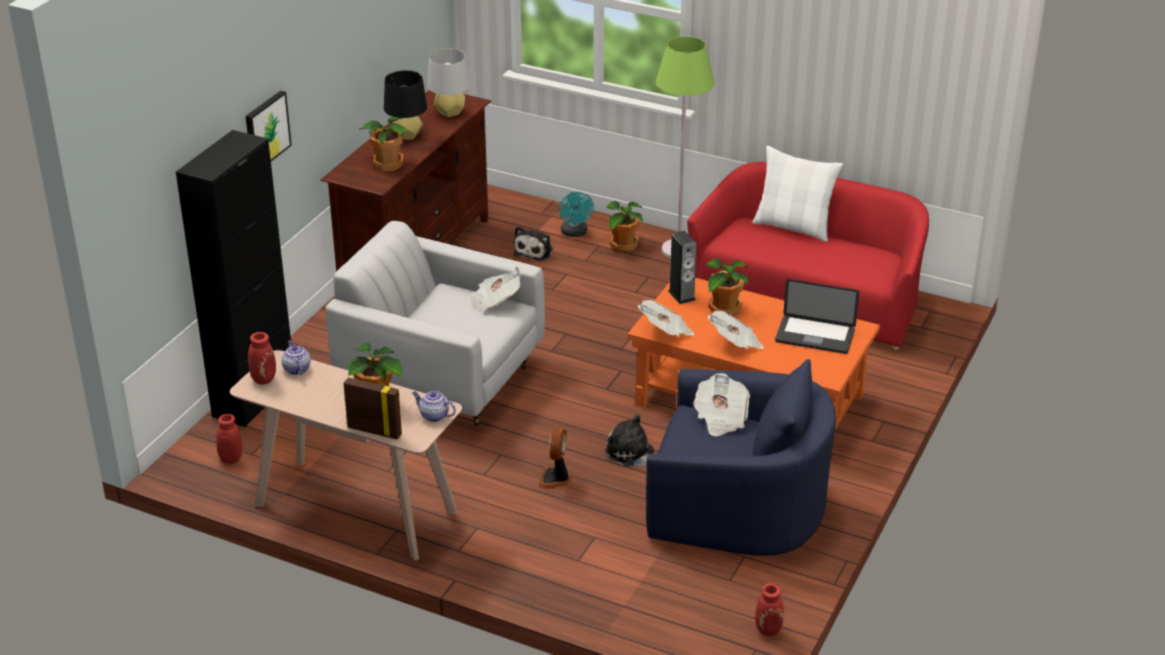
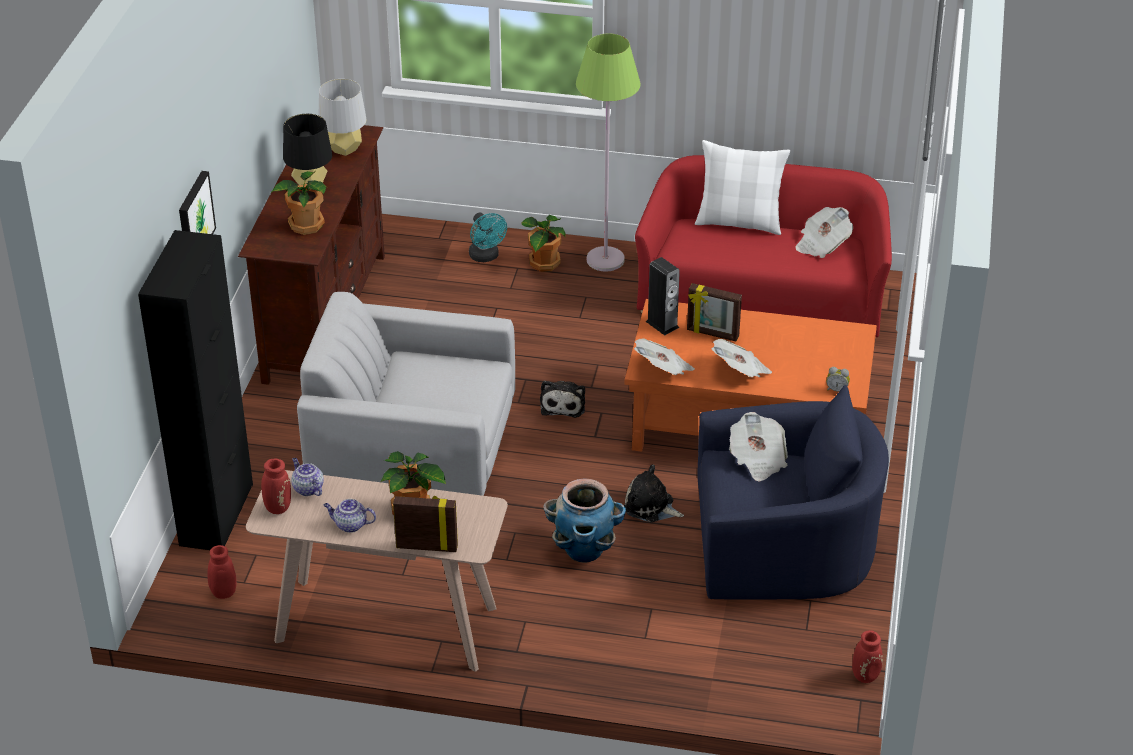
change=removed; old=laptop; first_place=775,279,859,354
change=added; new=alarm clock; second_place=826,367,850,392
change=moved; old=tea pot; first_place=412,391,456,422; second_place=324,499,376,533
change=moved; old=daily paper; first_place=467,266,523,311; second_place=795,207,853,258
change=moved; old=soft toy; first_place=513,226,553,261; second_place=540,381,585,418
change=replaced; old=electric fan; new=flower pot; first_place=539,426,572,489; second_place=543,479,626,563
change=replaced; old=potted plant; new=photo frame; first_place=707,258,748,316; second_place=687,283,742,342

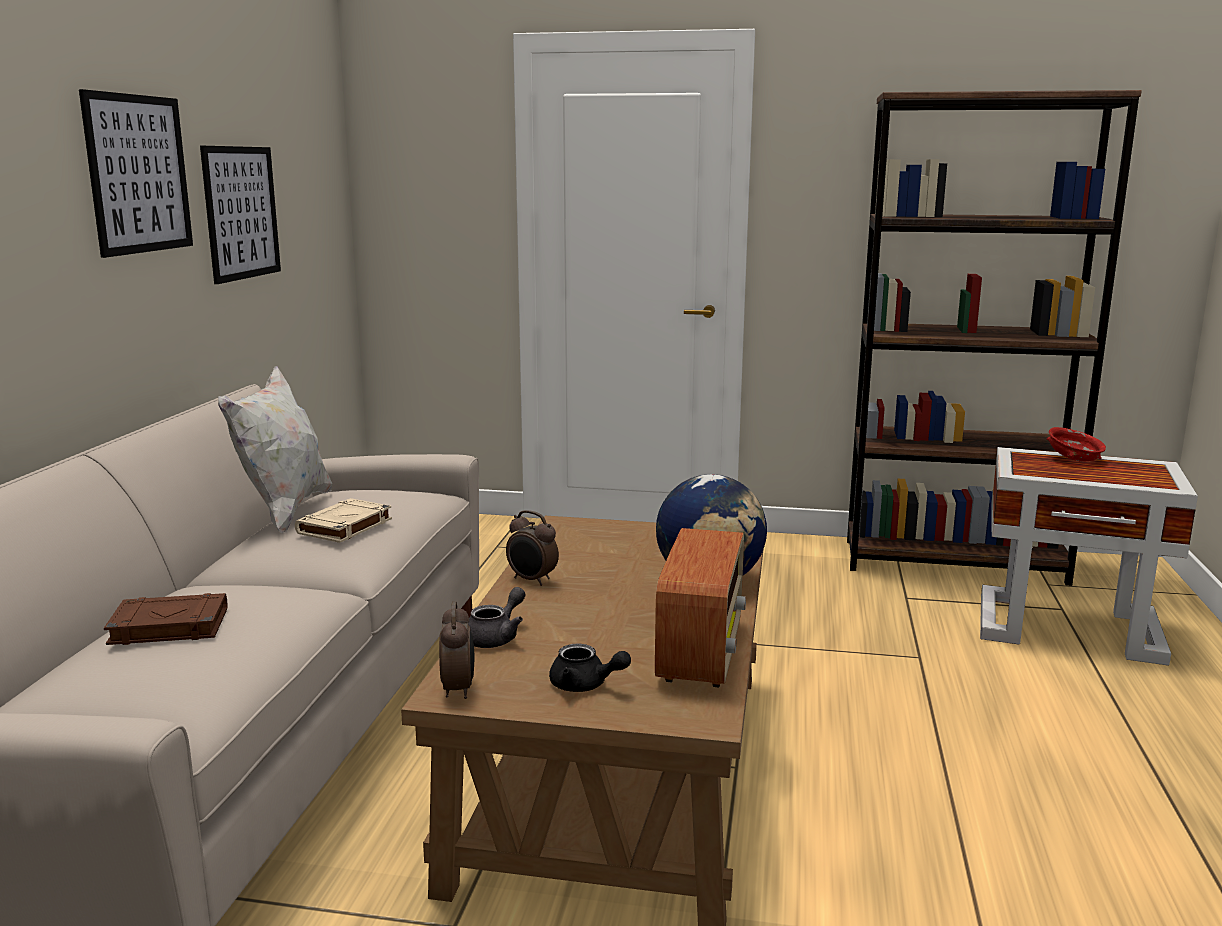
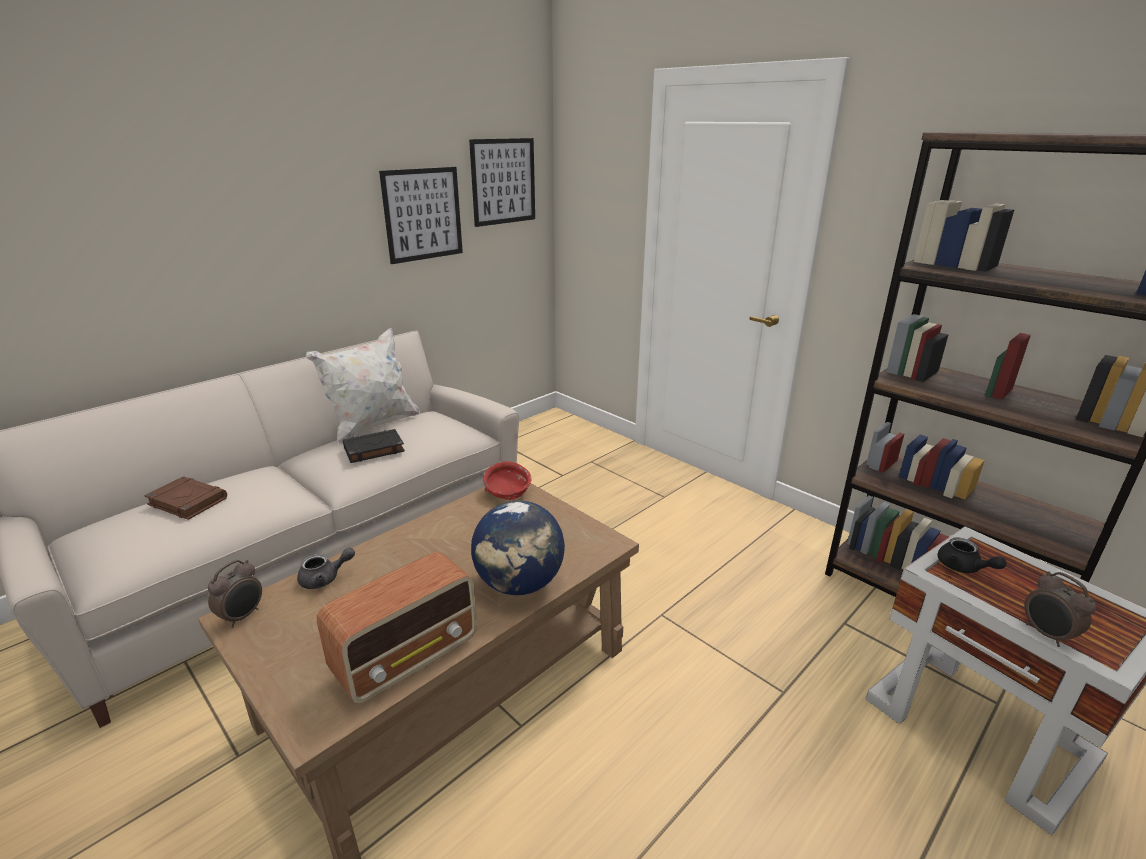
change=moved; old=wall art; first_place=79,89,193,258; second_place=469,138,535,227
change=moved; old=alarm clock; first_place=506,510,559,586; second_place=1024,571,1096,647
change=moved; old=tea pot (black-coloured); first_place=549,644,631,692; second_place=937,537,1007,573
change=moved; old=bowl (red); first_place=1047,427,1106,462; second_place=483,461,532,500
change=recoloured; old=book (beige); new=book (black-coloured); first_place=295,498,392,543; second_place=343,429,405,463

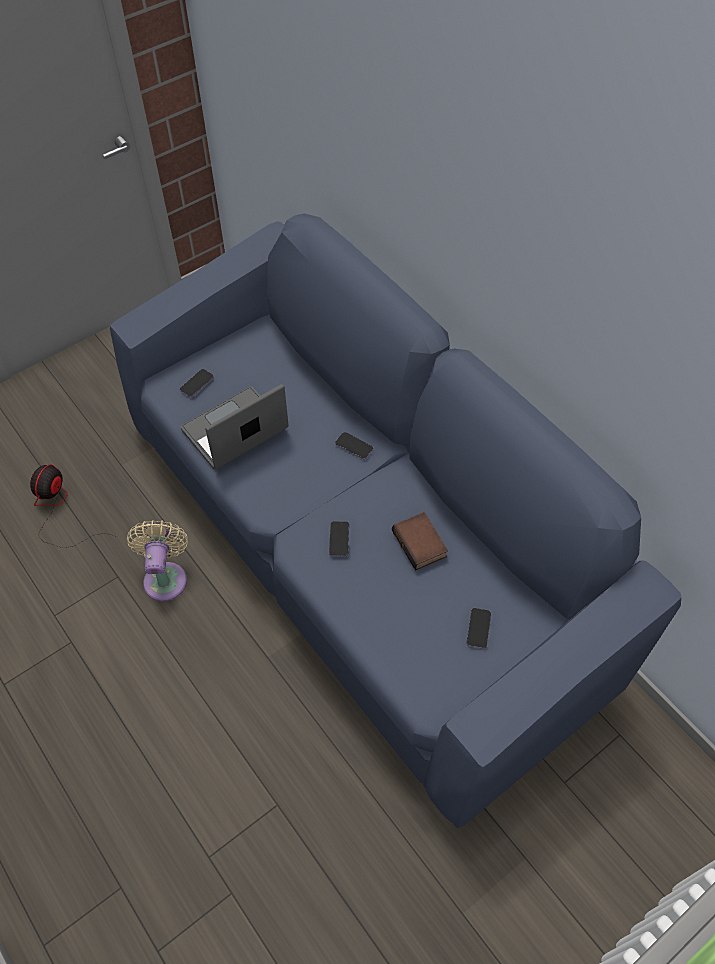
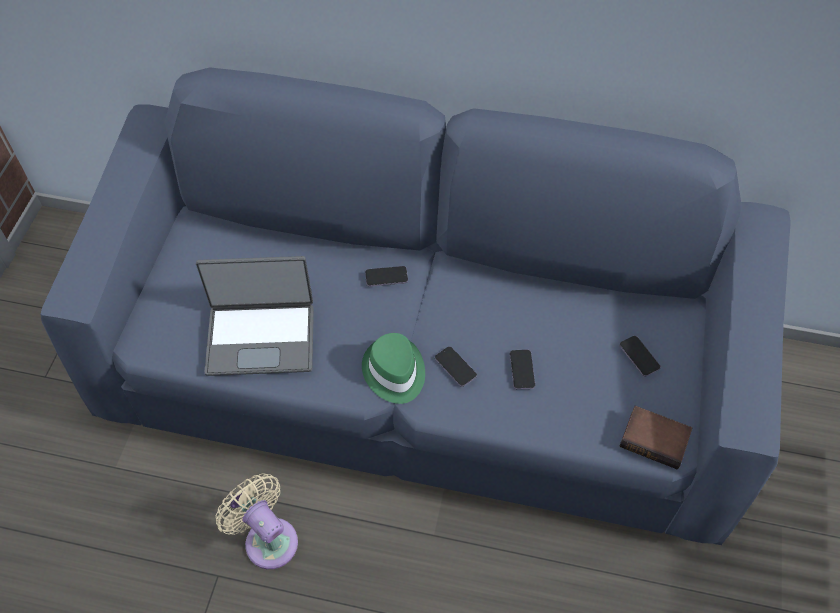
change=removed; old=electric fan; first_place=30,465,117,548
change=added; new=clothing hat (green); second_place=362,333,425,404
change=moved; old=telephone; first_place=180,369,214,397; second_place=510,350,535,390
change=moved; old=book; first_place=392,512,448,570; second_place=620,406,692,469
change=turned; old=laptop; first_place=181,384,289,470; second_place=196,256,314,376; degrees=-105

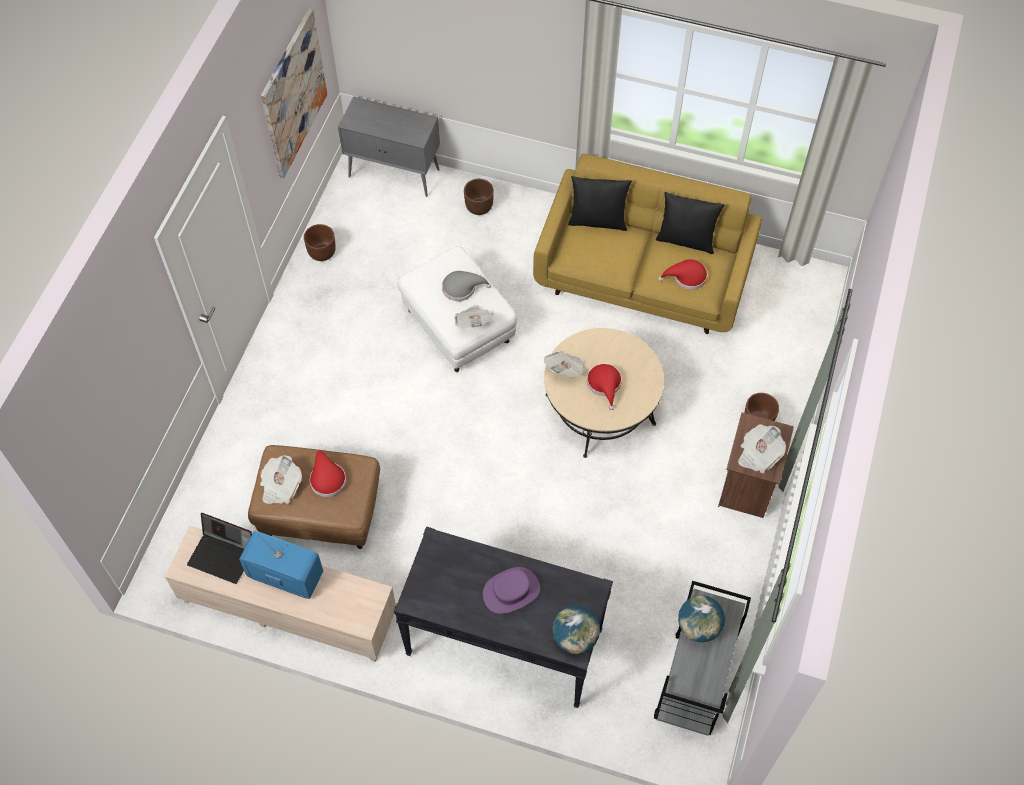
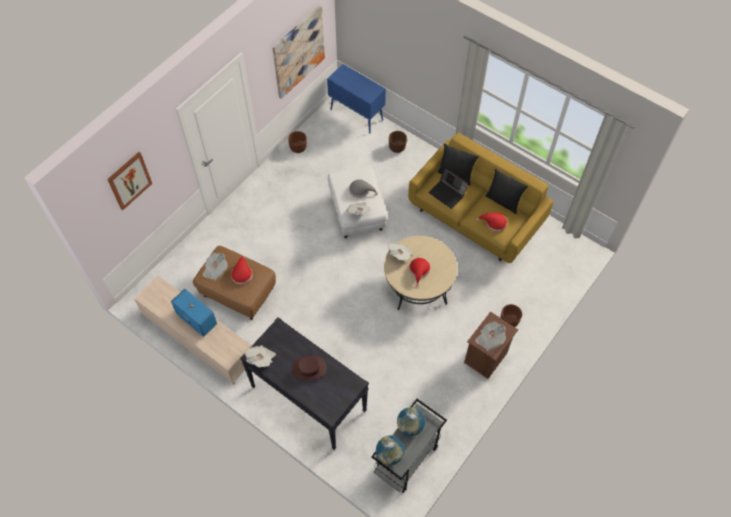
change=added; new=wall art; second_place=107,152,152,210
change=added; new=daily paper; second_place=245,345,276,367
change=moved; old=laptop; first_place=187,513,252,584; second_place=428,167,468,209
change=moved; old=globe; first_place=553,606,600,654; second_place=376,436,405,465
change=recoloured; old=storage cabinet (greyish); new=storage cabinet (bluish); first_place=338,96,440,197; second_place=327,64,386,134
change=recoloured; old=clothing hat (purplish); new=clothing hat (brownish); first_place=483,567,540,614; second_place=292,356,327,380

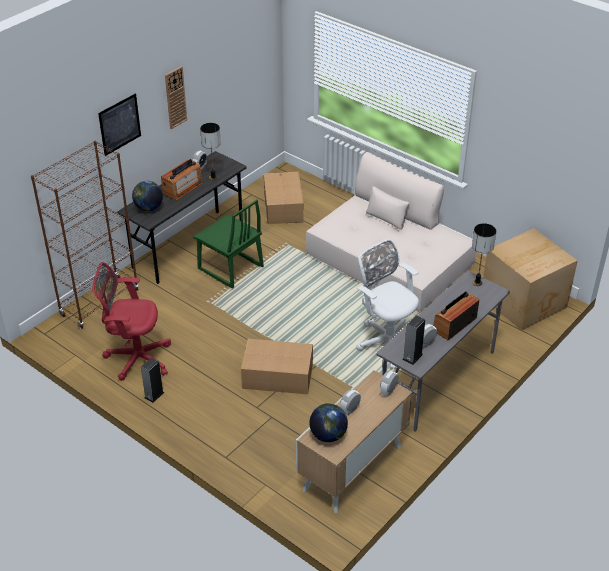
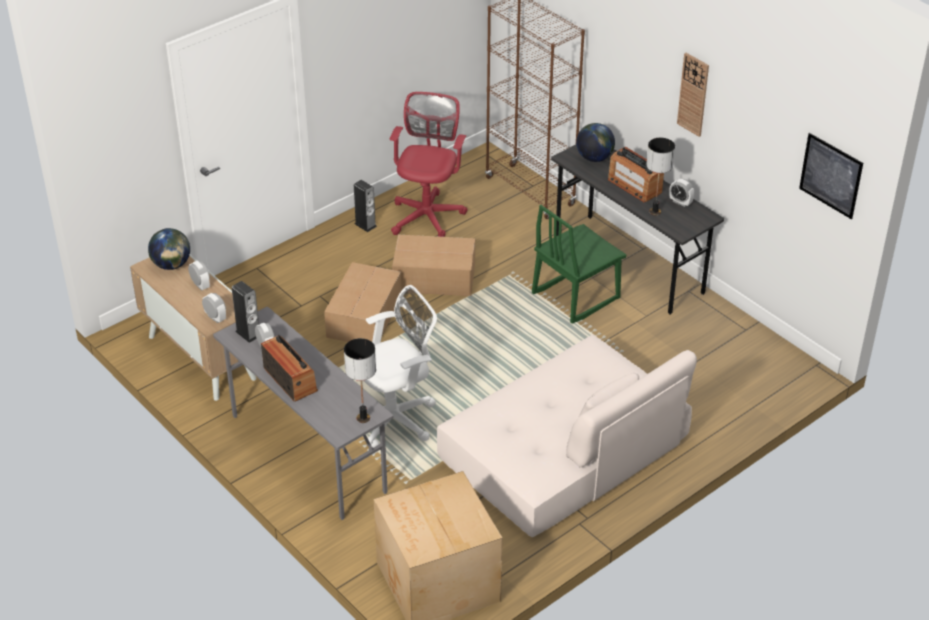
change=moved; old=wall art; first_place=98,94,141,155; second_place=799,133,863,219
change=moved; old=packing box; first_place=264,172,304,224; second_place=392,235,475,296

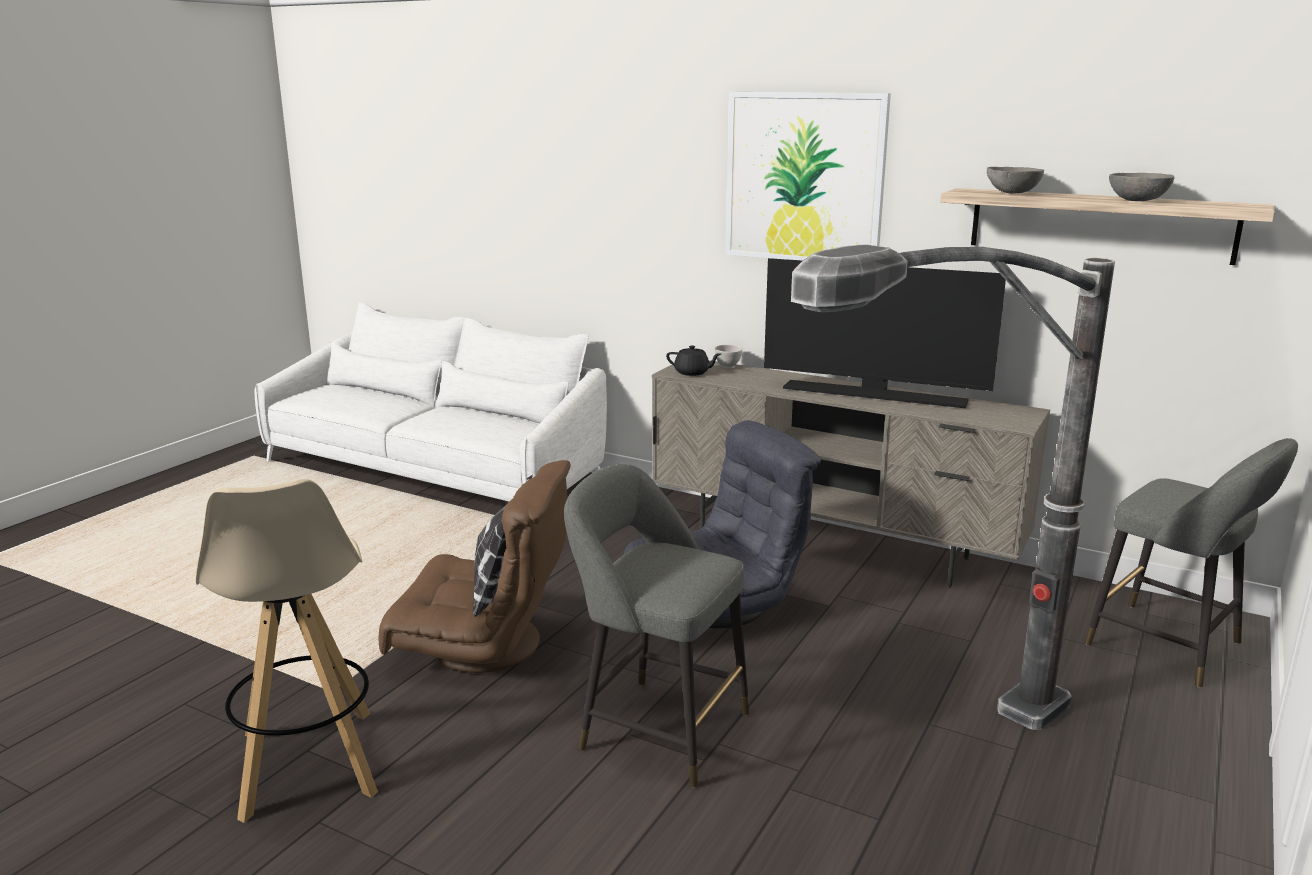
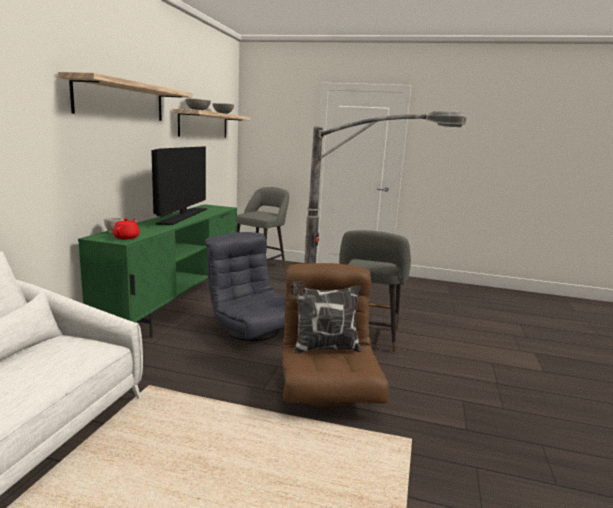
change=removed; old=stool (beige); first_place=196,479,378,823
change=replaced; old=wall art; new=shelf; first_place=725,92,891,261; second_place=58,72,193,121
change=recoloured; old=tv unit (beige); new=tv unit (green); first_place=652,360,1050,588; second_place=78,204,237,338
change=recoloured; old=tea pot (black-coloured); new=tea pot (red); first_place=666,345,721,376; second_place=113,218,140,239

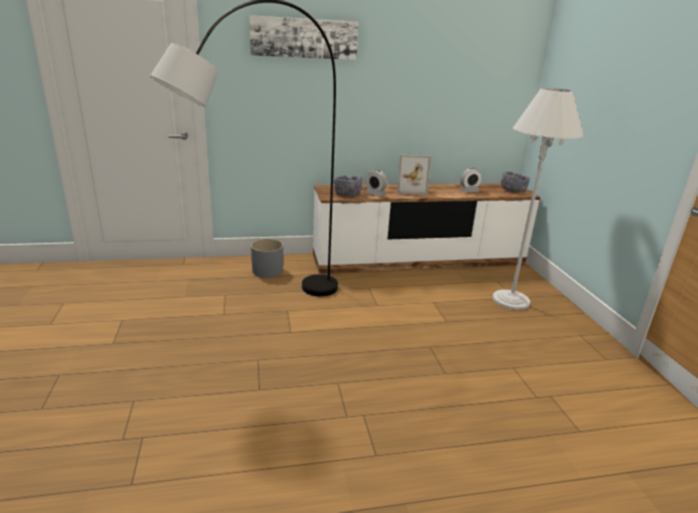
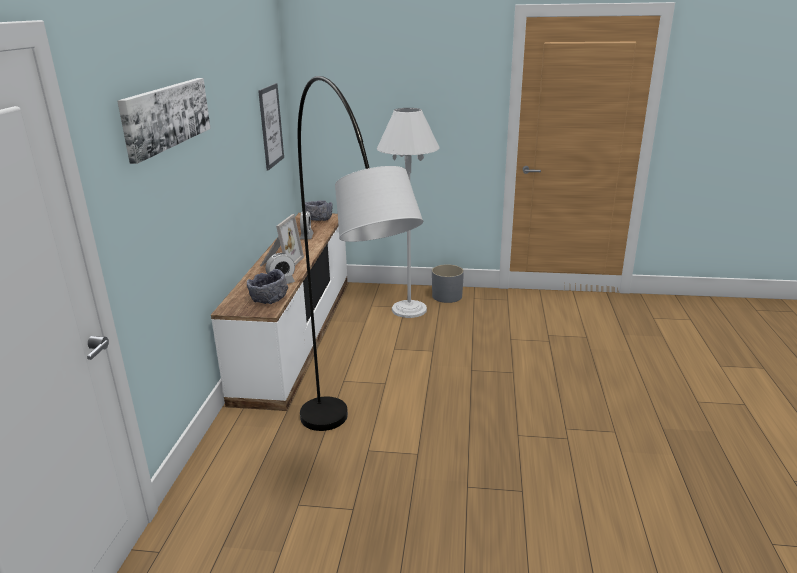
change=added; new=wall art; second_place=258,83,284,170
change=moved; old=flower pot (greyish); first_place=251,239,283,278; second_place=432,264,464,303

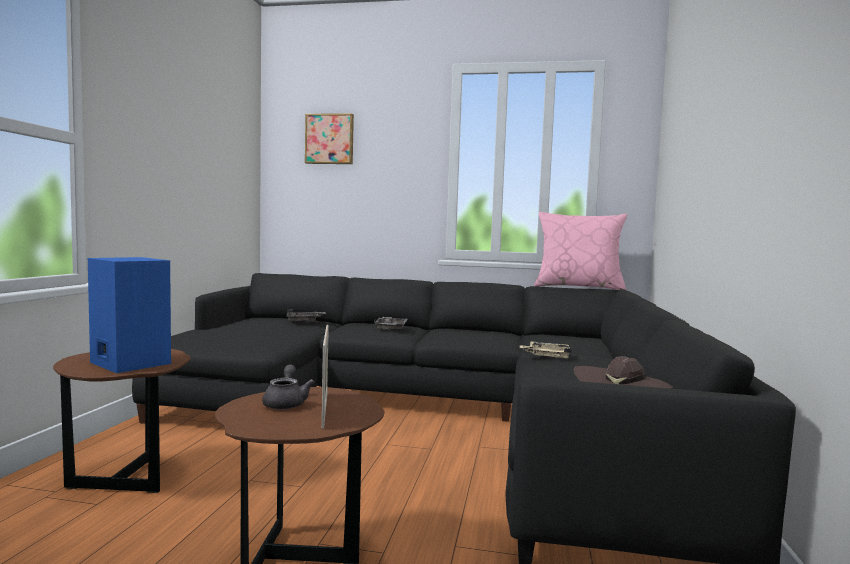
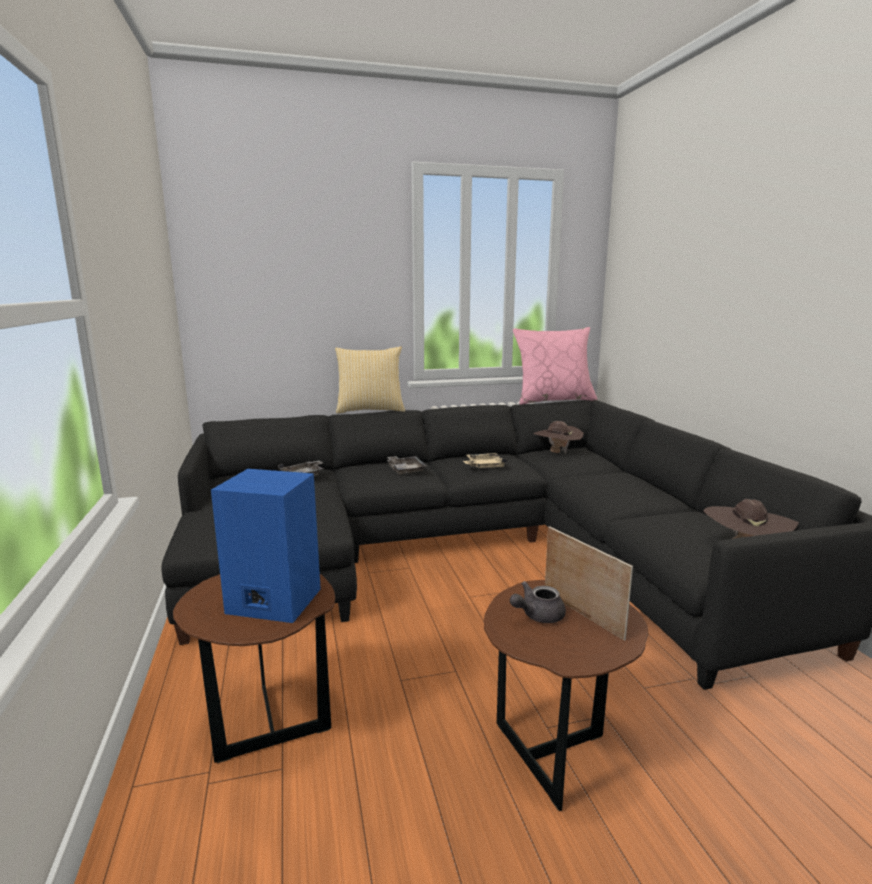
change=removed; old=wall art; first_place=305,113,354,164
change=added; new=pillow; second_place=335,347,405,414
change=added; new=clothing hat (brownish); second_place=534,421,583,454
change=moved; old=carrying tray (beige); first_place=520,341,572,358; second_place=463,453,507,468
change=turned; old=tea pot (greyish); first_place=262,364,315,410; second_place=510,581,566,623; degrees=-90

